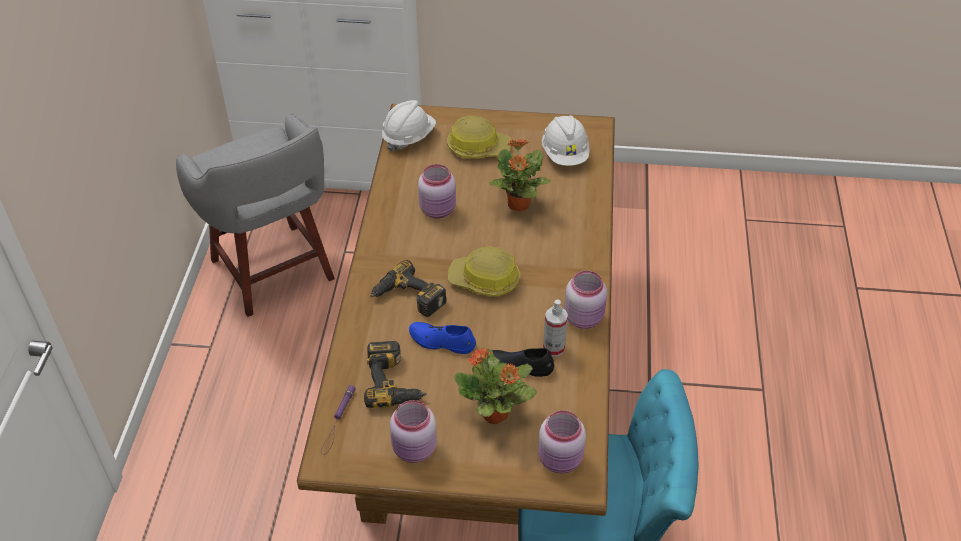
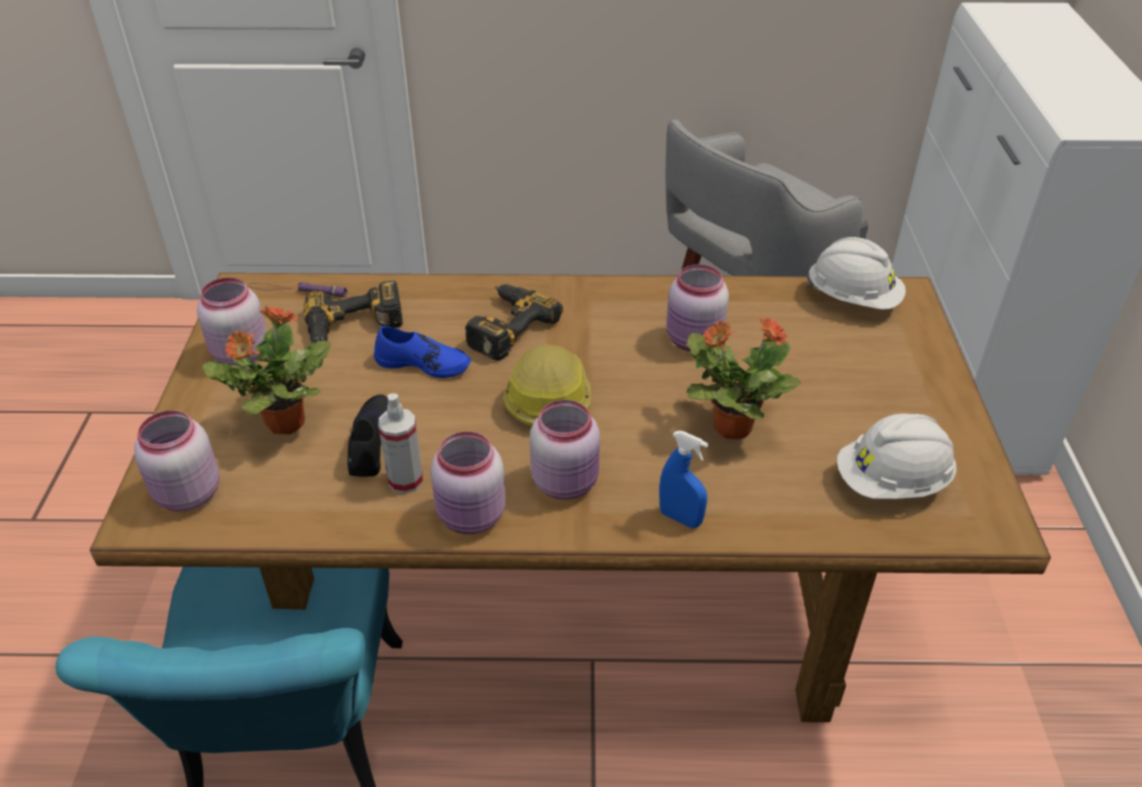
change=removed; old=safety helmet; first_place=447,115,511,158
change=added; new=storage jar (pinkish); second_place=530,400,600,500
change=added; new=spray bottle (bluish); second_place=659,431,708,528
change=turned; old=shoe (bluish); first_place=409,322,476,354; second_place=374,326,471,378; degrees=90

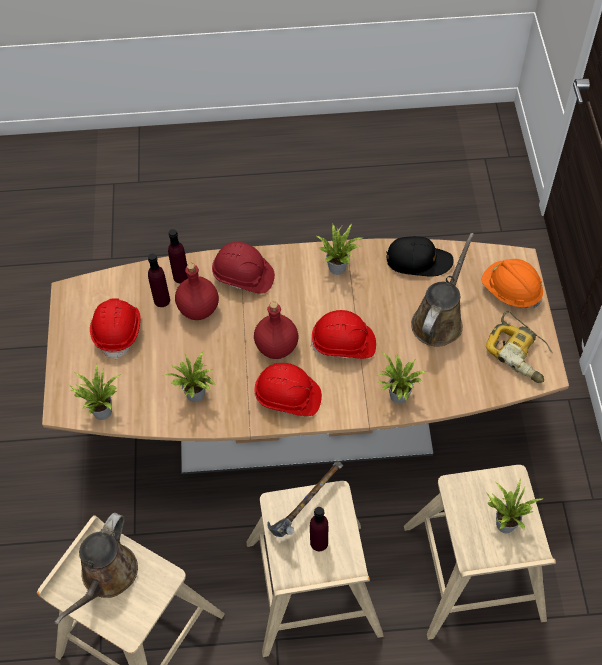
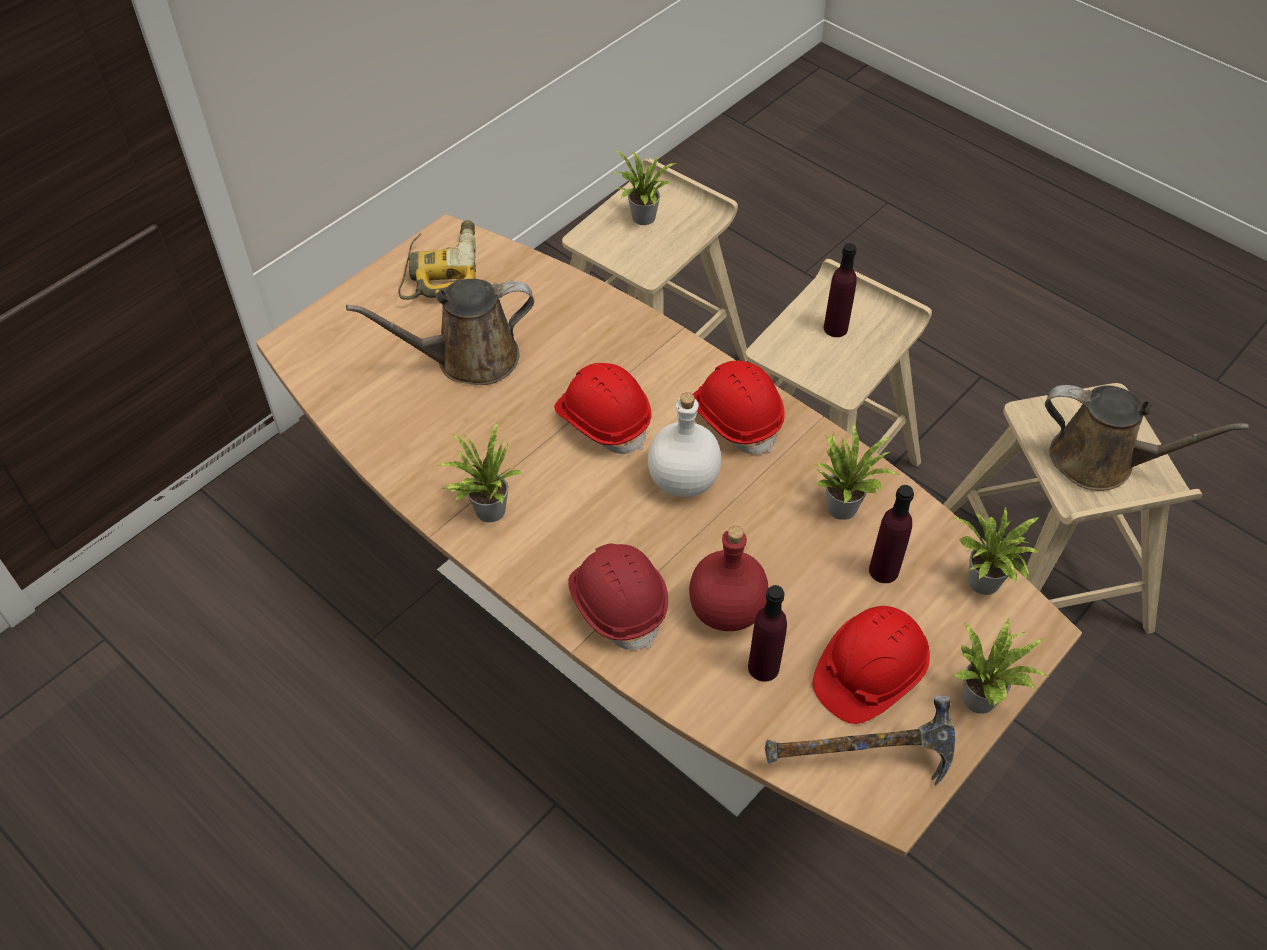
change=removed; old=peaked cap (black-coloured); first_place=386,236,454,277
change=removed; old=safety helmet (orangey); first_place=481,259,543,308
change=moved; old=bottle (purplish); first_place=168,229,188,284; second_place=869,485,914,583
change=moved; old=hammer; first_place=267,461,343,537; second_place=765,695,955,786
change=moved; old=potted plant; first_place=376,352,427,404; second_place=953,618,1049,714
change=recoloured; old=bottle (red); new=bottle (white); first_place=254,302,298,359; second_place=648,393,721,497
change=turned; old=watering can (brownish); first_place=54,513,138,625; second_place=1045,385,1249,491; degrees=45

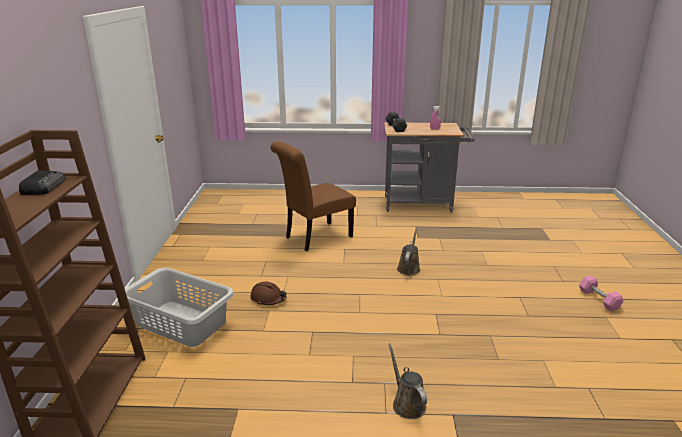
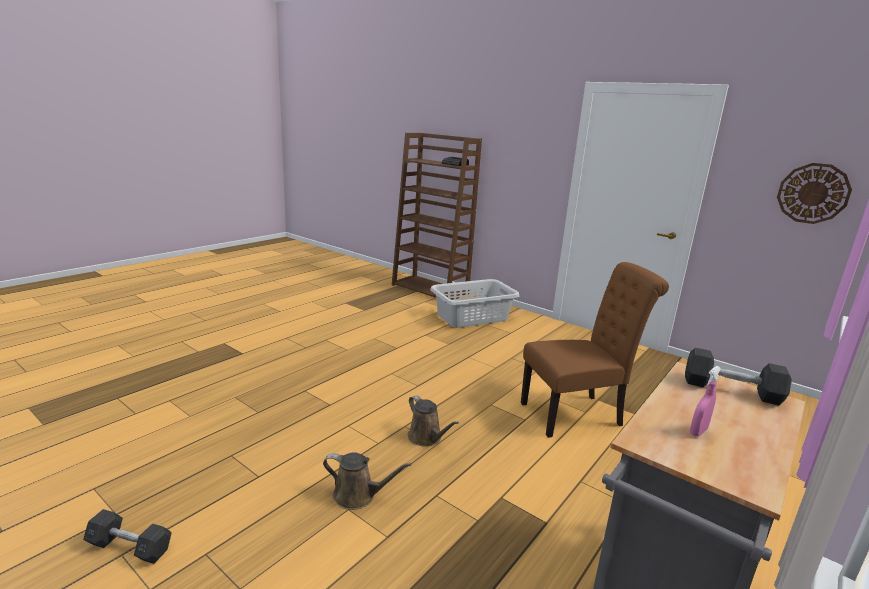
change=removed; old=safety helmet (brownish); first_place=250,281,287,305
change=added; new=hanging clock; second_place=777,163,852,224
change=moved; old=watering can (brownish); first_place=388,343,427,419; second_place=323,452,412,510
change=recoloured; old=hand weight (pinkish); new=hand weight (greyish); first_place=579,276,623,311; second_place=83,509,172,564
change=turned; old=plain chair (brownish); first_place=270,142,356,251; second_place=521,262,669,438; degrees=75

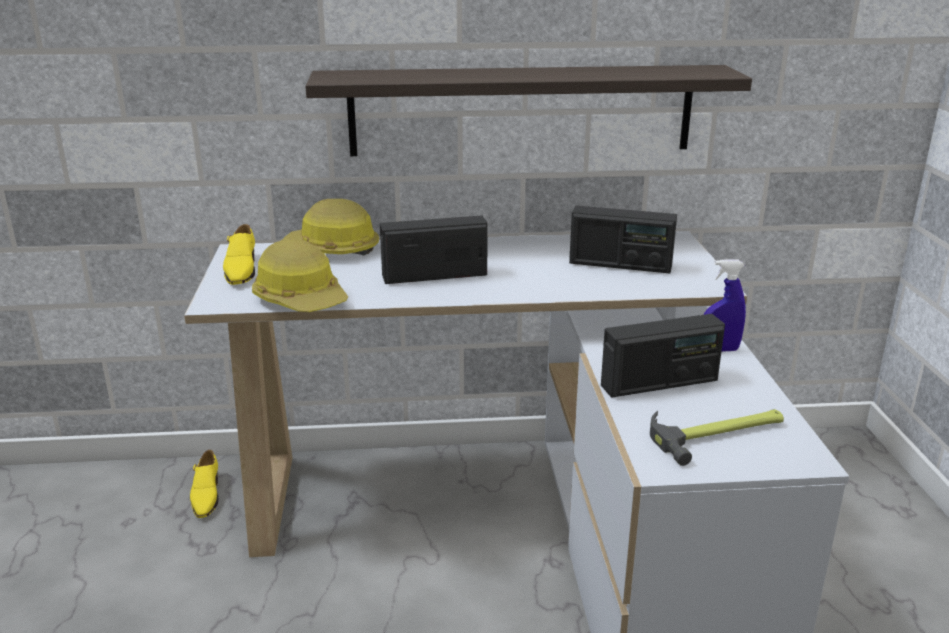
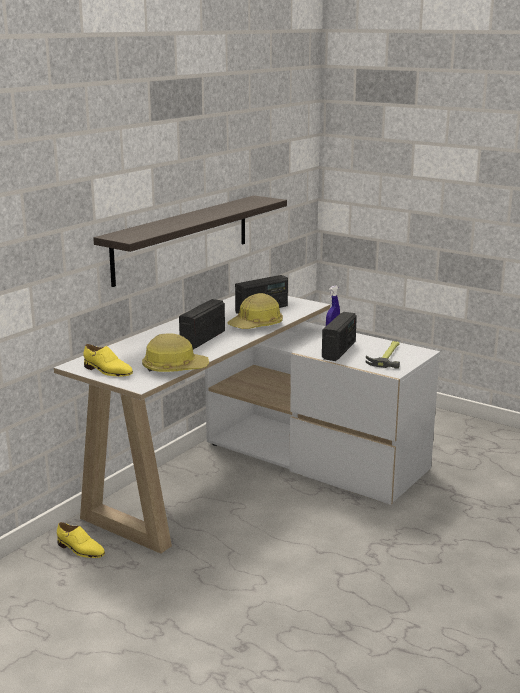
change=moved; old=safety helmet; first_place=283,199,379,256; second_place=227,293,283,329

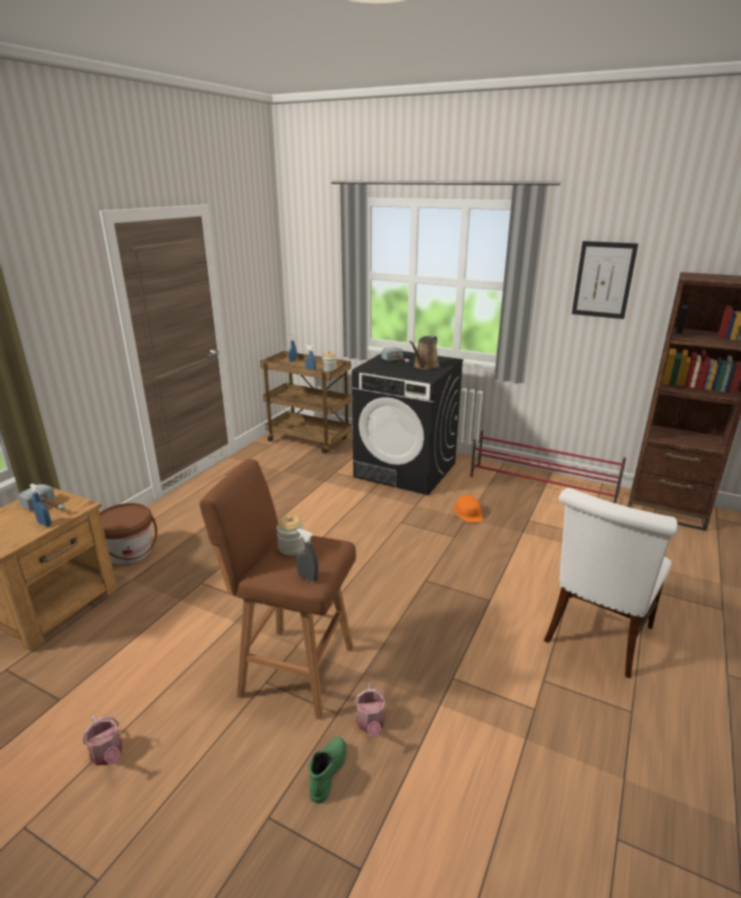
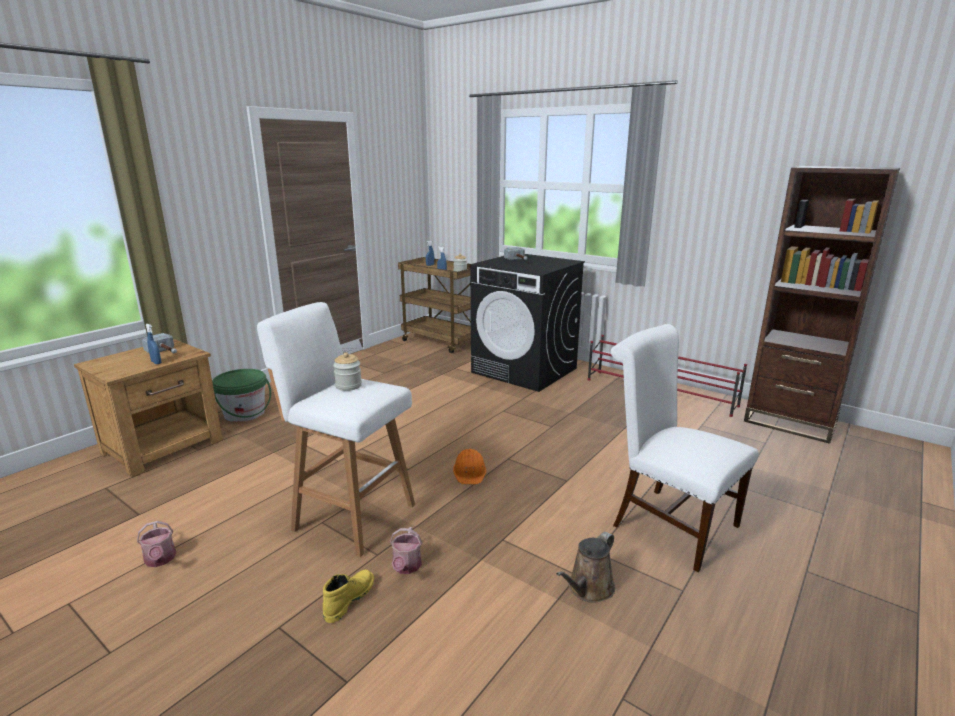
change=removed; old=spray bottle (greyish); first_place=296,529,319,582
change=removed; old=wall art; first_place=572,241,638,319
change=moved; old=watering can (brownish); first_place=410,336,440,370; second_place=556,532,615,603
change=moved; old=safety helmet (orangey); first_place=454,495,482,523; second_place=453,449,486,485
change=recoloured; old=water bucket (brownish); new=water bucket (green); first_place=100,503,157,565; second_place=212,369,271,422
change=recoloured; old=stool (brownish); new=stool (white); first_place=199,459,356,720; second_place=257,302,415,557
change=recoloured; old=tall boot (green); new=tall boot (yellow); first_place=309,737,347,804; second_place=323,570,374,623
change=turned; old=plain chair (white); first_place=544,488,678,678; second_place=611,324,759,572; degrees=90

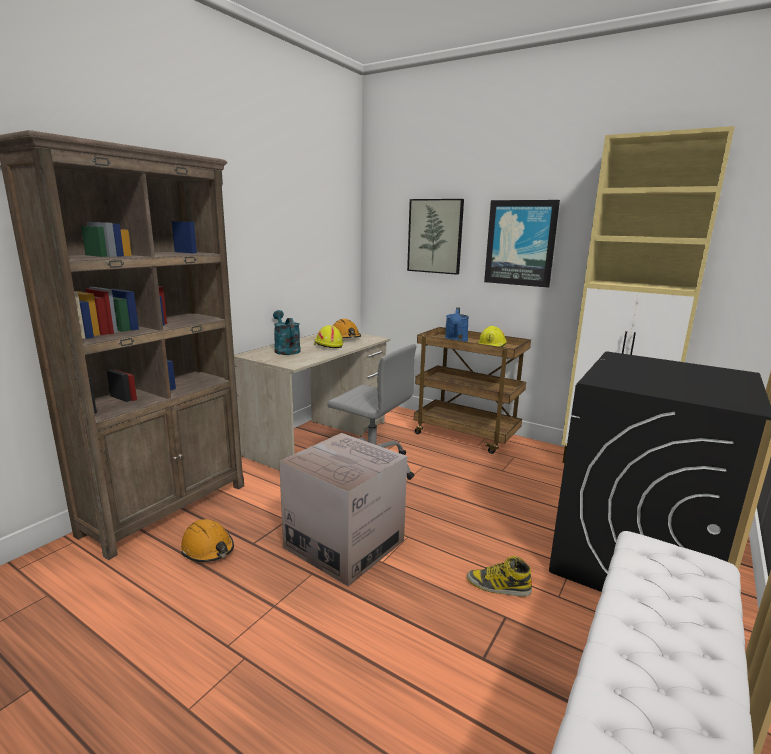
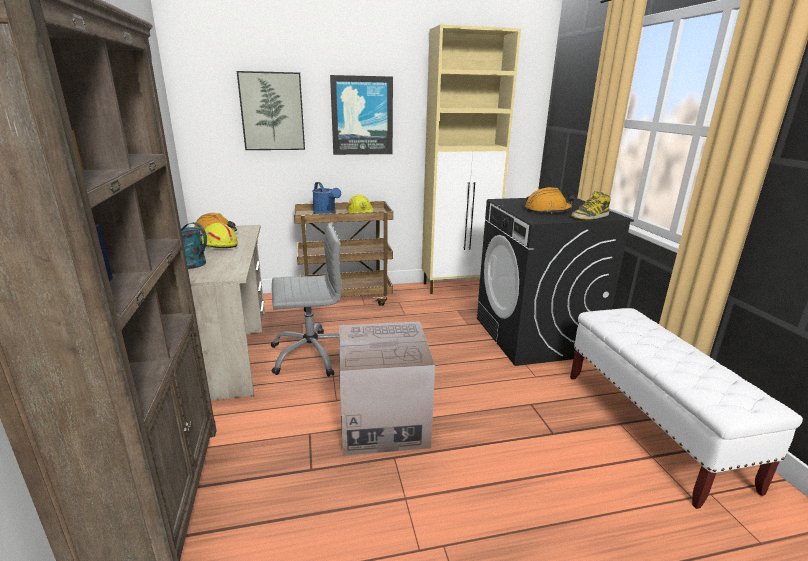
change=moved; old=safety helmet (orangey); first_place=181,519,234,562; second_place=525,187,575,214
change=moved; old=tall boot; first_place=467,556,532,597; second_place=571,191,611,220

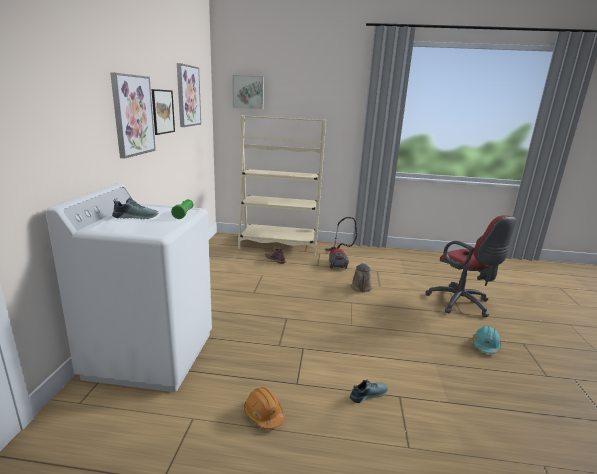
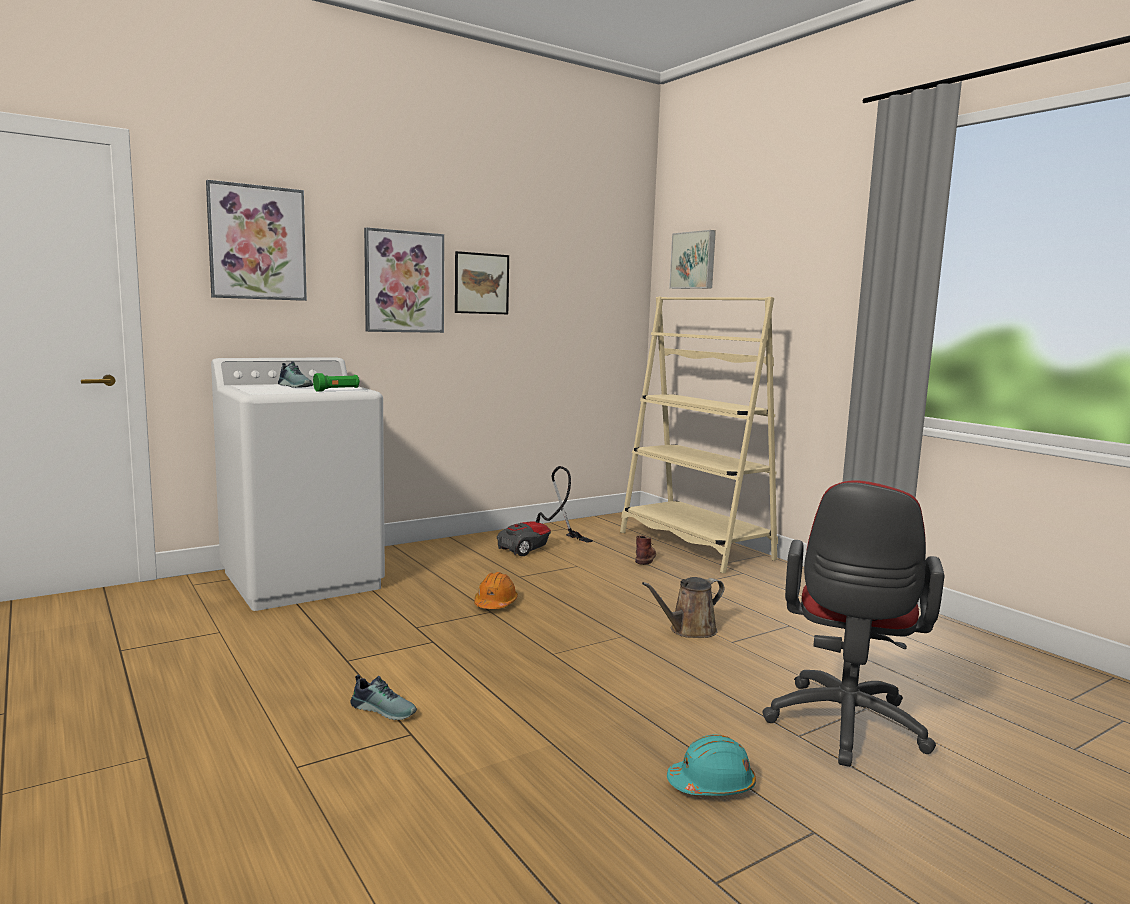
change=moved; old=wall art; first_place=177,63,201,127; second_place=206,180,307,301
change=moved; old=safety helmet (orangey); first_place=244,387,285,429; second_place=474,572,518,609
change=moved; old=hoover; first_place=325,217,357,269; second_place=497,466,593,556

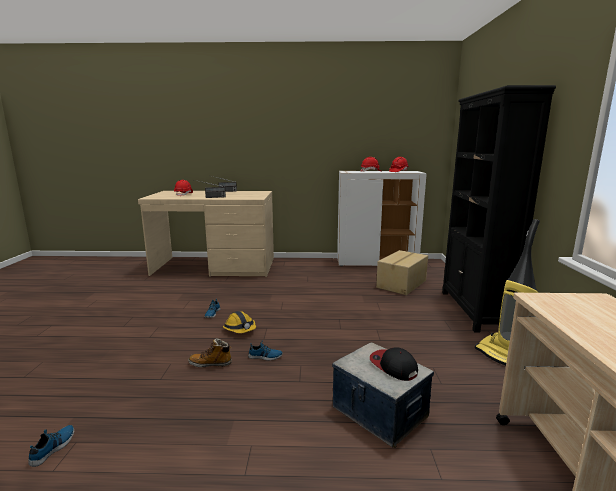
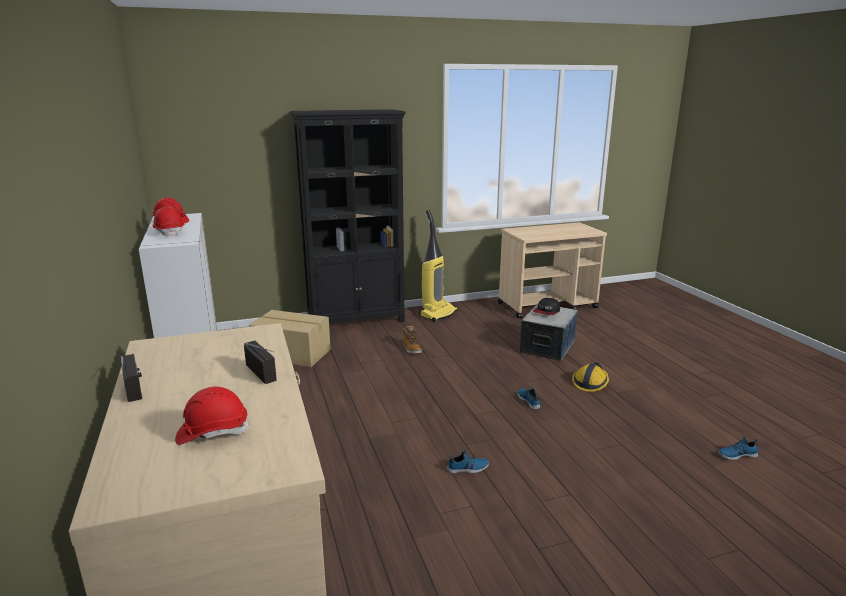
change=moved; old=tall boot; first_place=188,338,232,367; second_place=403,326,422,354
change=moved; old=safety helmet; first_place=223,311,256,333; second_place=572,362,609,392

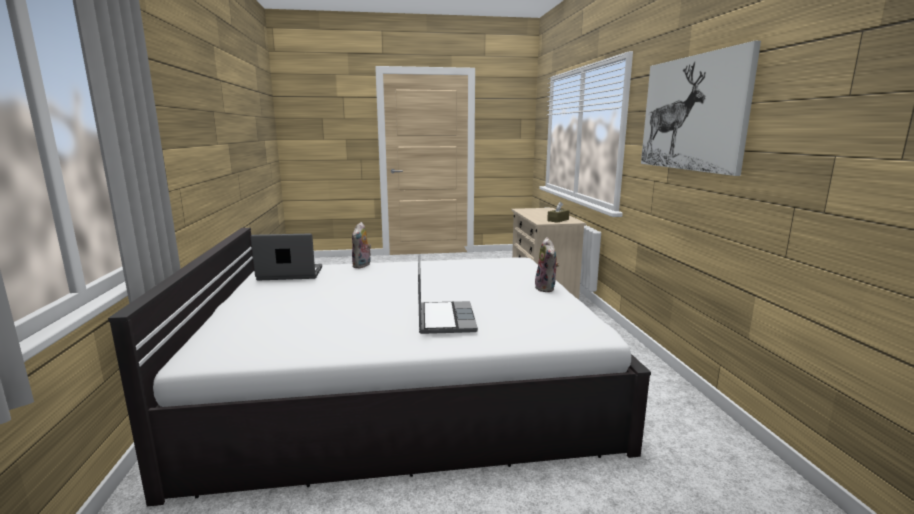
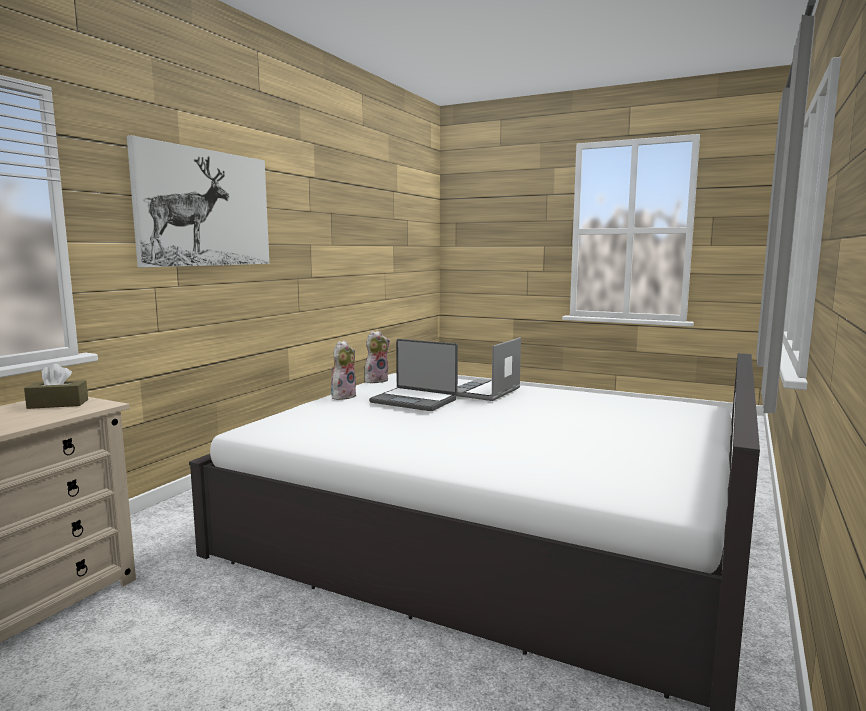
change=moved; old=laptop; first_place=251,233,322,280; second_place=369,339,458,411
change=moved; old=soft toy; first_place=352,222,371,268; second_place=365,331,390,383

